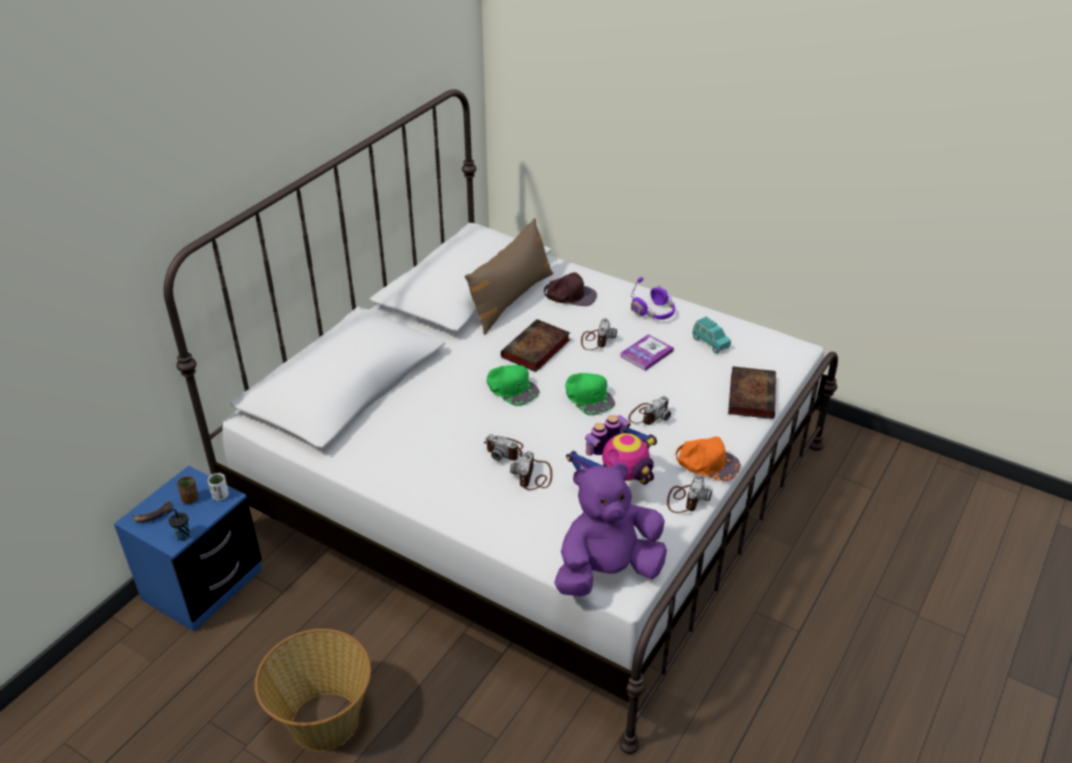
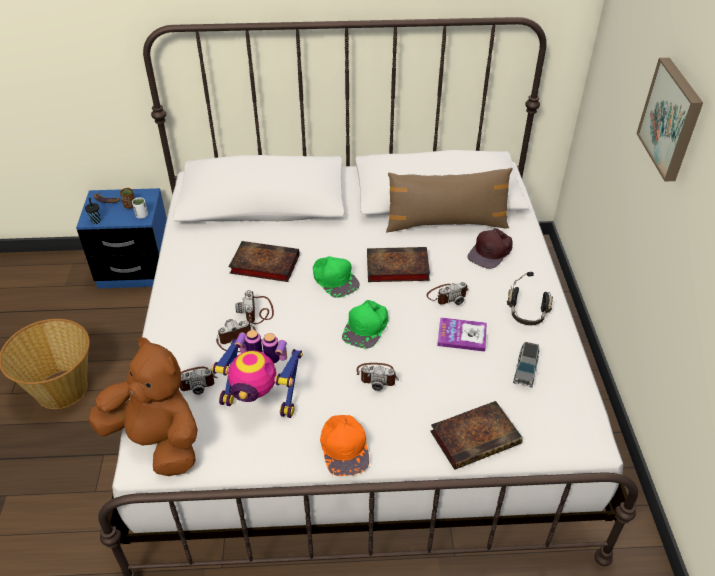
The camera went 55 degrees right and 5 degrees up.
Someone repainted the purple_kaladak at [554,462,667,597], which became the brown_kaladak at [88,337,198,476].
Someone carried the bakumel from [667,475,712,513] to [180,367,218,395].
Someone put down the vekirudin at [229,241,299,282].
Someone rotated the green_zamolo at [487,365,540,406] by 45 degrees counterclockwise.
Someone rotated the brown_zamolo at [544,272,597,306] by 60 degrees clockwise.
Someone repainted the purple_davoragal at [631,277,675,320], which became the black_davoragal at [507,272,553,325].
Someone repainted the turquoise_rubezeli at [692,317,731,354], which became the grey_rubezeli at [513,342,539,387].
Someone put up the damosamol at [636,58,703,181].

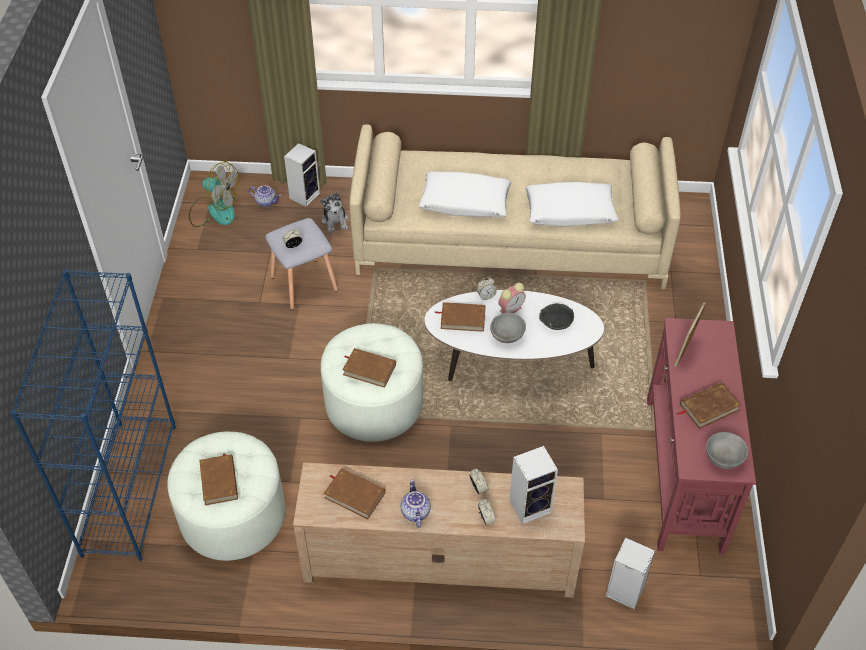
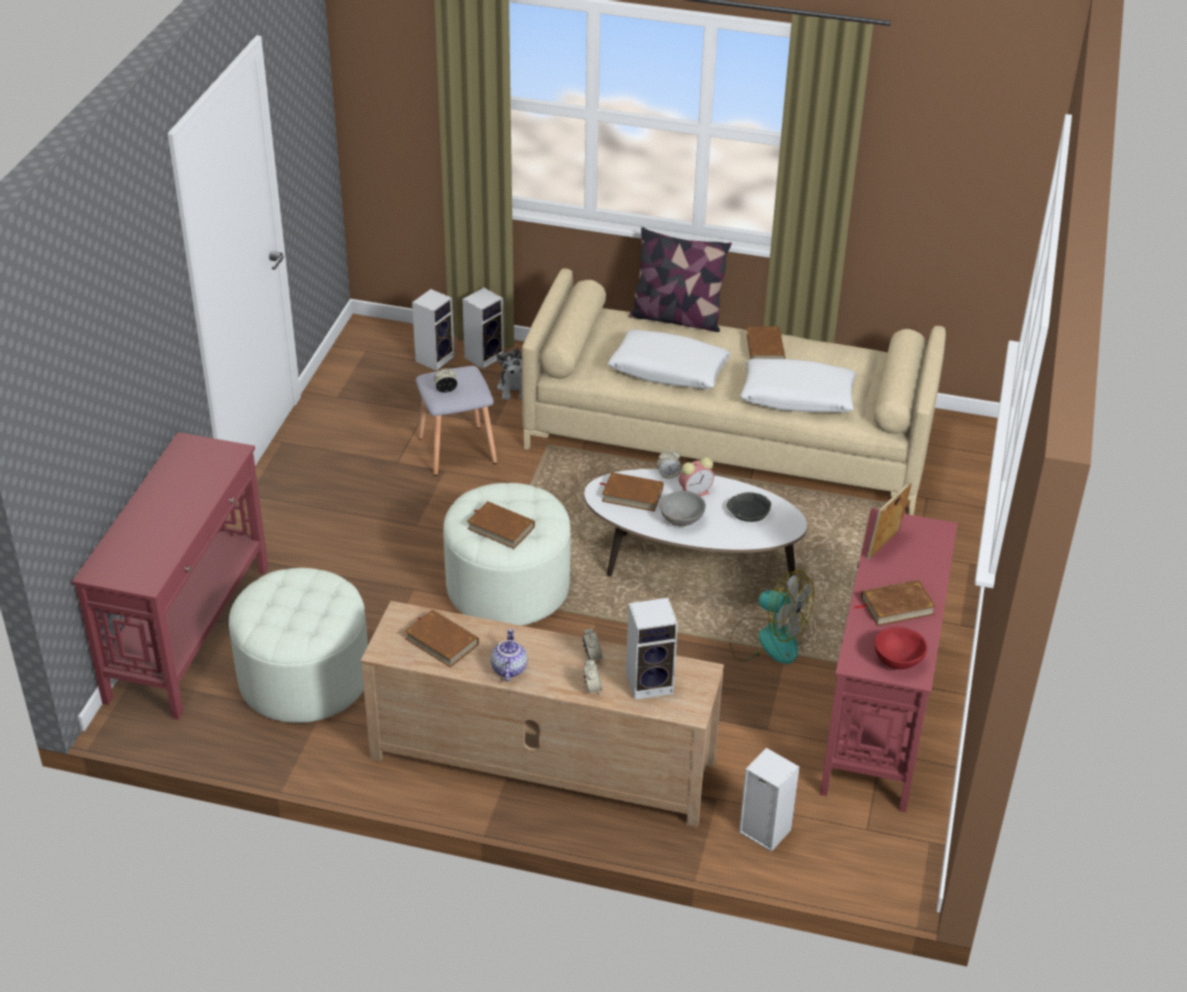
The camera went 10 degrees right and 10 degrees down.
Someone swapped the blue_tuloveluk at [10,270,176,561] for the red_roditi at [72,432,269,720].
Someone swapped the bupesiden at [249,185,281,207] for the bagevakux at [412,289,455,371].
Someone put down the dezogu at [628,227,732,332].
Someone carried the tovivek from [189,161,240,227] to [729,570,814,664].
Someone carried the brown_vekirudin from [199,453,238,505] to [746,327,785,359].
Someone repainted the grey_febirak at [706,432,748,469], which became the red_febirak at [874,627,927,669].

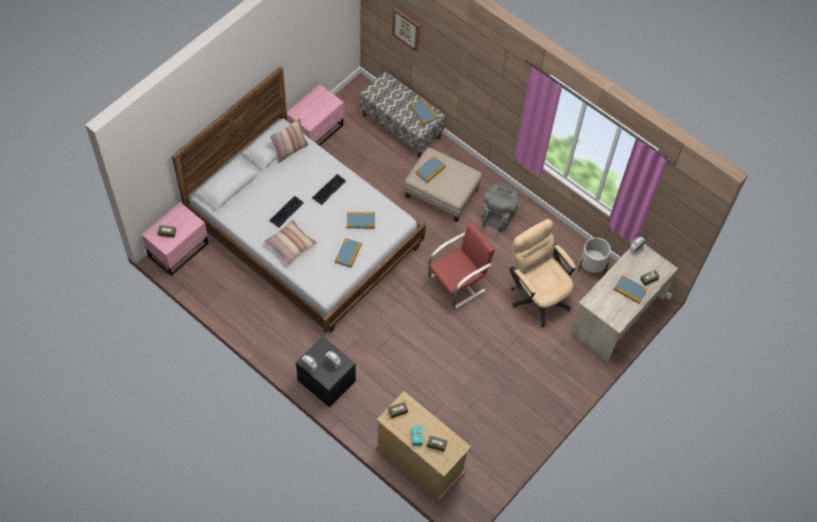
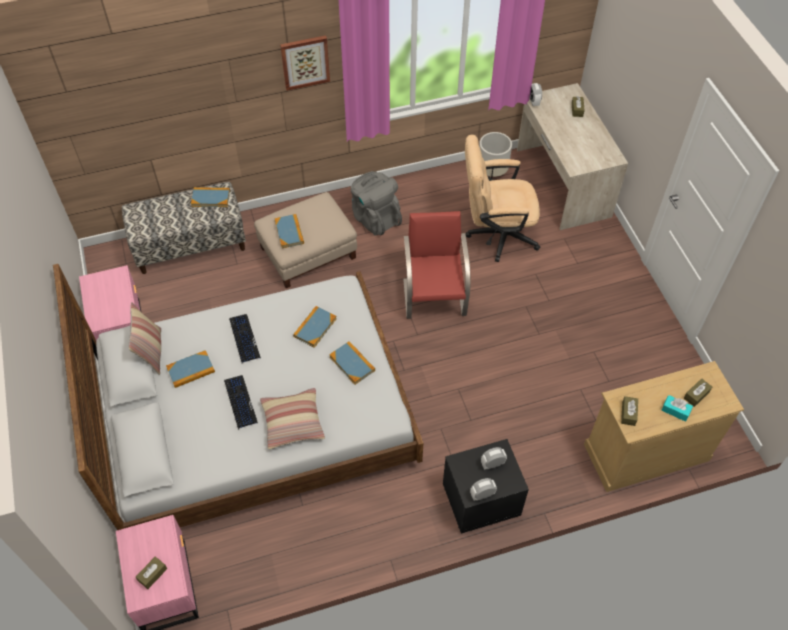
The camera went 55 degrees left and 5 degrees down.
Someone carried the vekirudin from [613,275,648,304] to [166,350,215,388].
Someone carried the damosamol from [392,8,420,52] to [280,35,330,91].

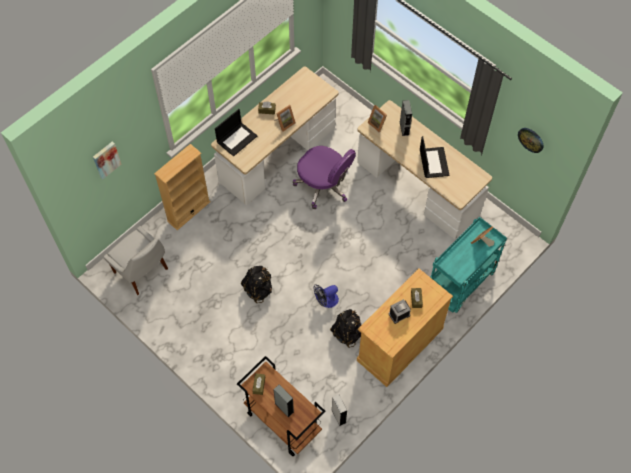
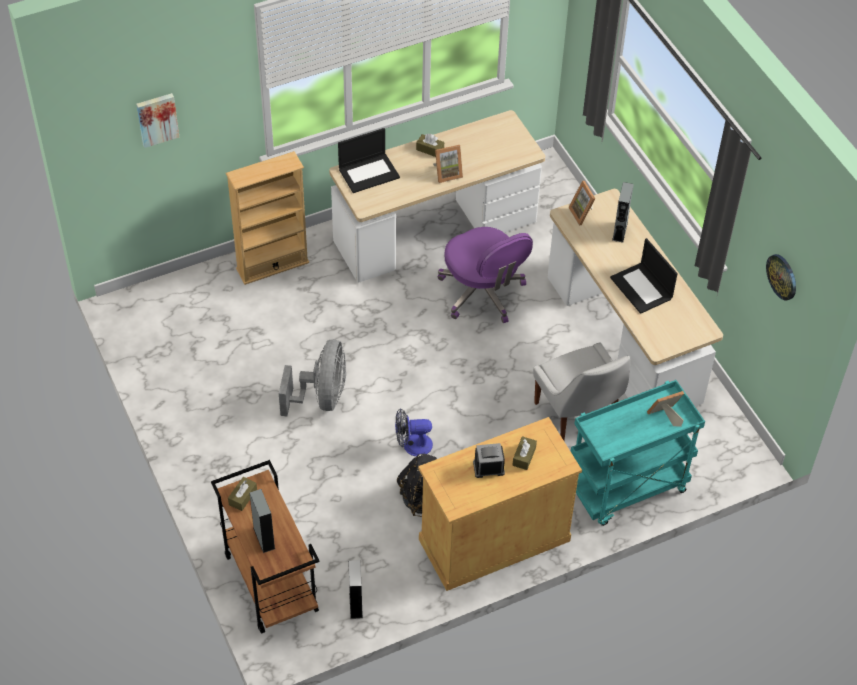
The camera went 20 degrees right and 10 degrees down.
Someone swapped the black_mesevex at [241,266,272,303] for the grey_tovivek at [279,339,346,416].
Someone carried the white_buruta from [104,226,168,295] to [533,343,630,440].
Someone rotated the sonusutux at [420,136,449,178] by 135 degrees clockwise.

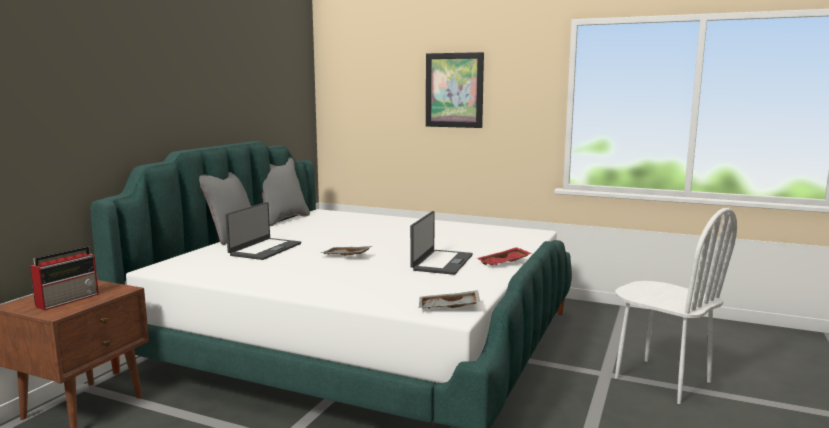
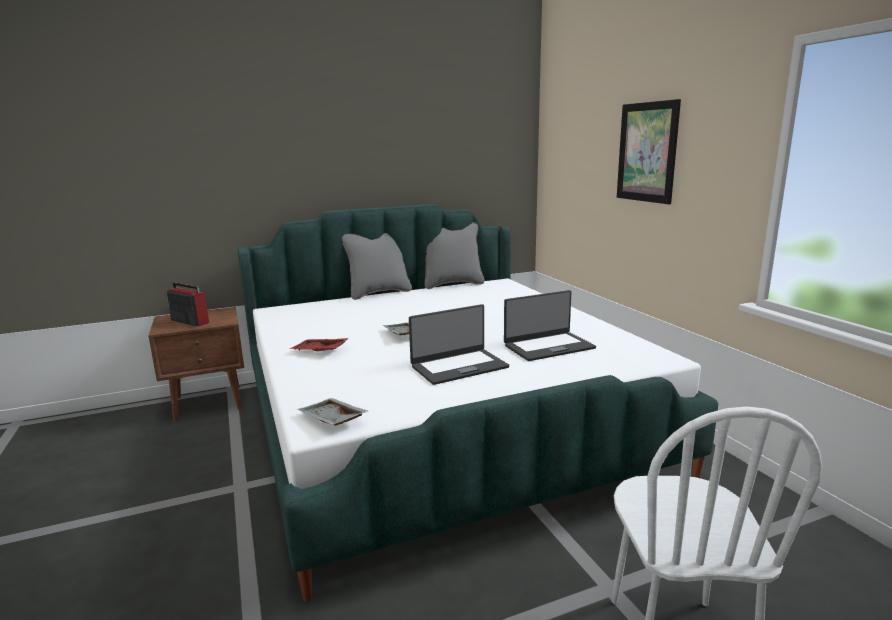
The camera went 45 degrees right and 5 degrees up.
Someone rotated the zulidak at [30,246,99,310] by 135 degrees counterclockwise.
Someone carried the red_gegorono from [476,247,532,265] to [289,338,349,351].
Someone carried the sonusutux from [225,202,301,260] to [504,290,596,361].

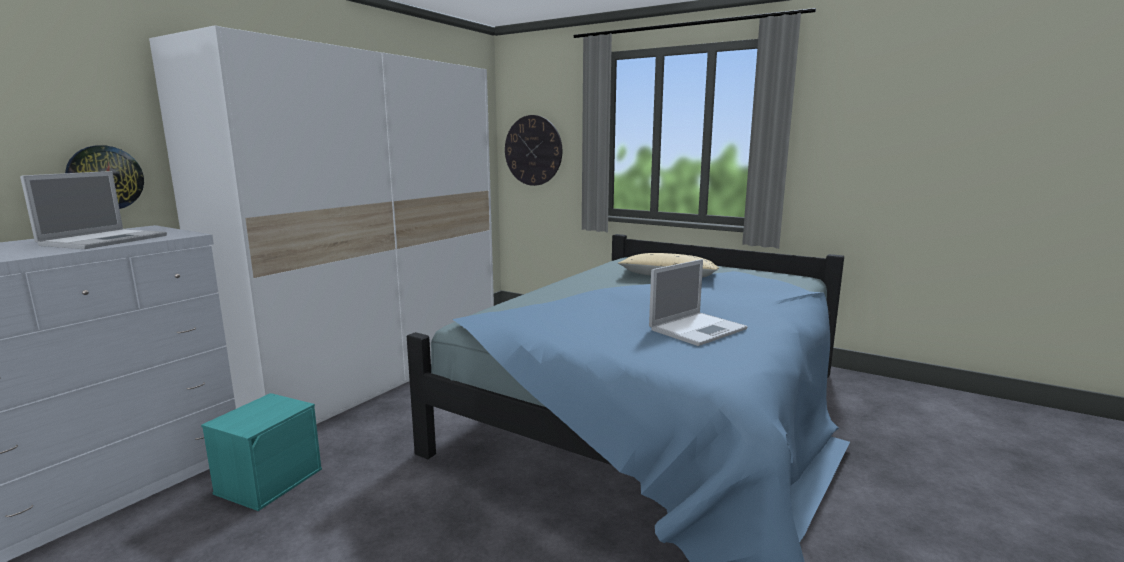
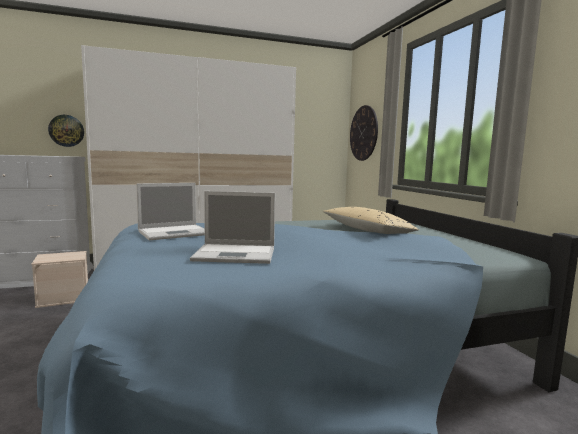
The camera went 40 degrees right and 5 degrees down.
Someone repainted the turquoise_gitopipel at [201,393,322,511], which became the beige_gitopipel at [31,251,88,308].
Someone carried the sonusutux from [20,171,167,249] to [136,183,205,240].

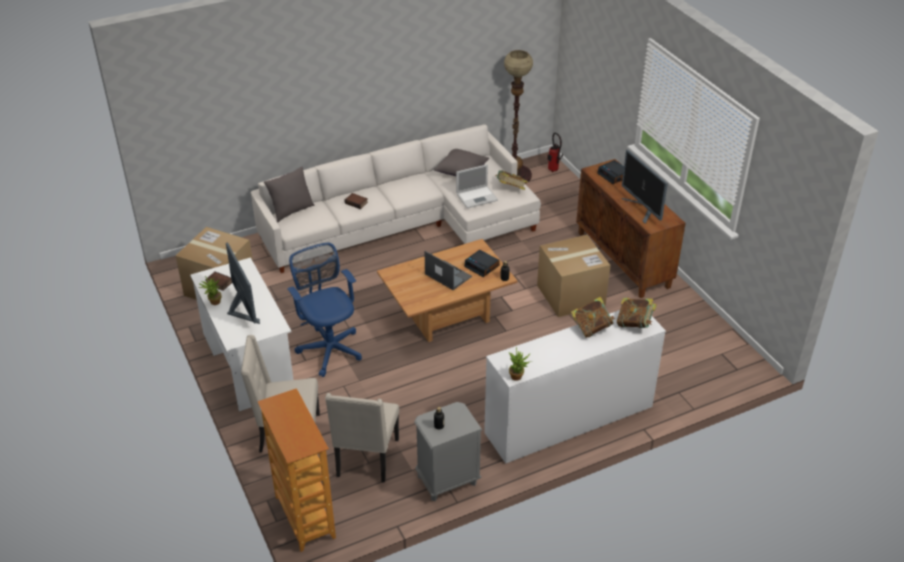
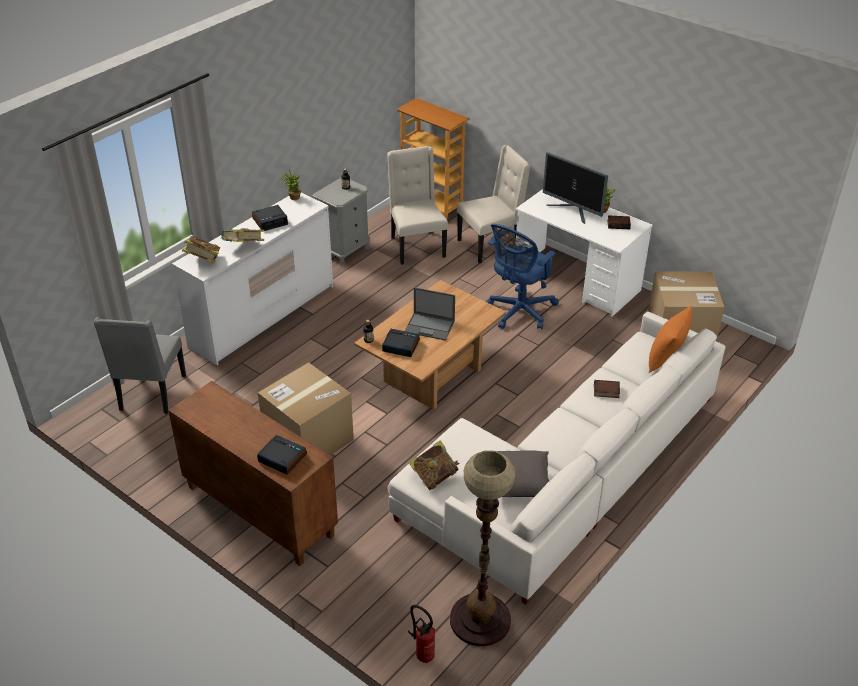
The camera went 155 degrees right and 0 degrees up.
Someone put down the grey_buruta at [94,317,186,414].
Someone put down the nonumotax at [252,205,288,231].
Someone rotated the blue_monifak at [287,243,362,377] by 90 degrees clockwise.
Someone repainted the grey_dezogu at [264,166,315,223], which became the orange_dezogu at [649,306,693,373].
Someone took away the sonusutux at [456,164,498,208].
Someone took away the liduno at [622,150,668,224].

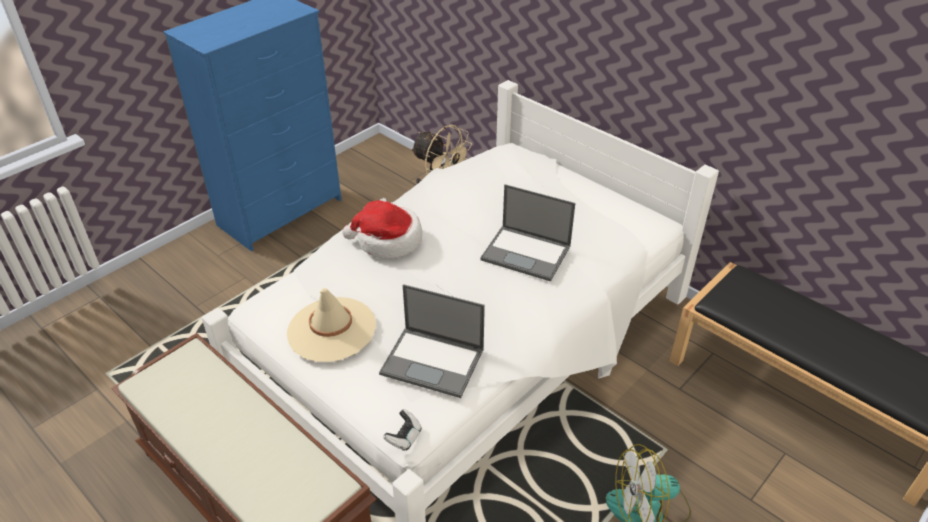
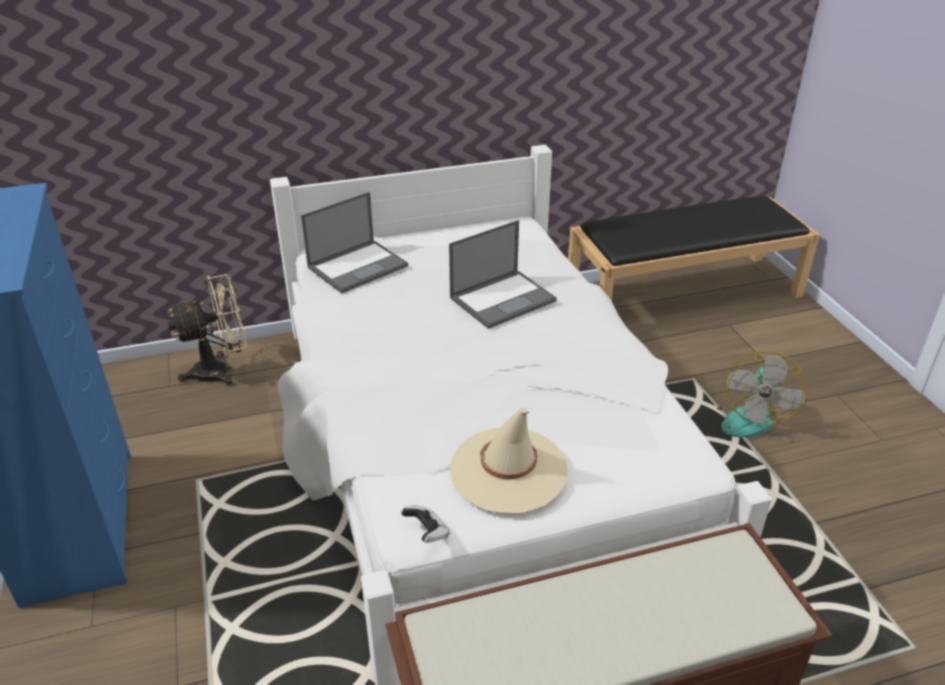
The camera went 60 degrees left and 5 degrees down.
Someone carried the sonusutux from [379,284,485,398] to [301,192,408,294].
Someone carried the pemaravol from [383,409,422,451] to [401,506,450,543].
Someone took away the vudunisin at [342,200,423,259].

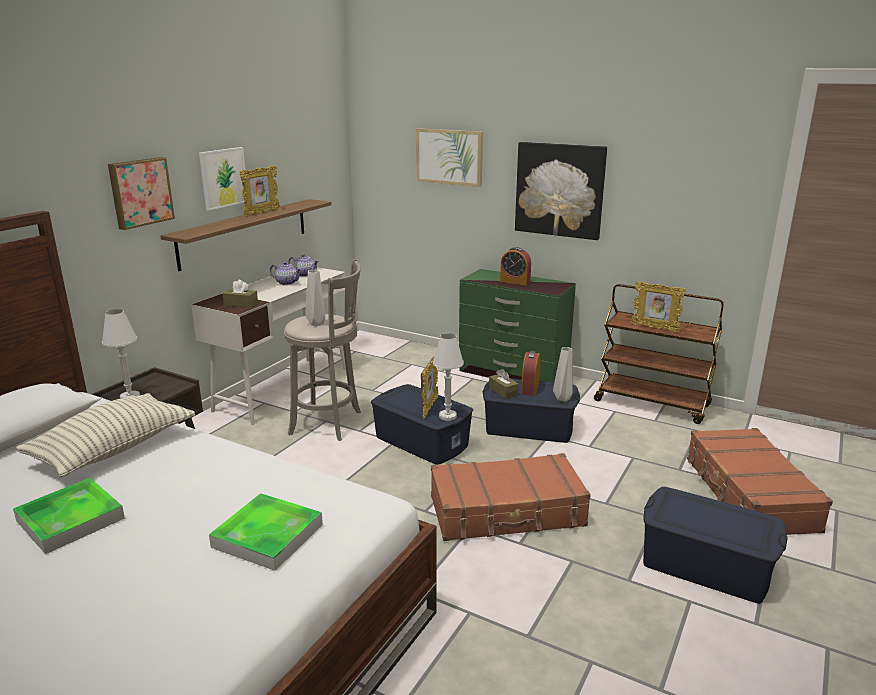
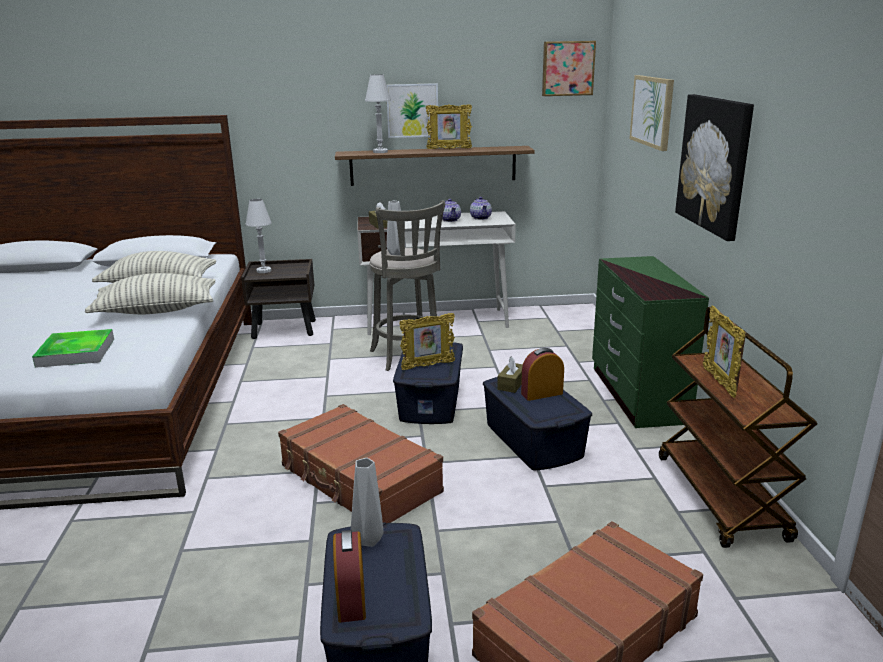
The camera went 55 degrees right and 0 degrees up.
Someone put down the dezogu at [85,273,215,314].
Someone carried the nonumotax from [500,247,531,285] to [333,530,366,622].
Someone carried the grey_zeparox from [553,347,573,402] to [351,458,384,547].
Someone carried the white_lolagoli from [433,333,464,421] to [365,75,391,153].
Someone carried the damosamol from [108,157,175,230] to [542,41,596,96].
Someone took away the gegorono at [13,478,125,554].

